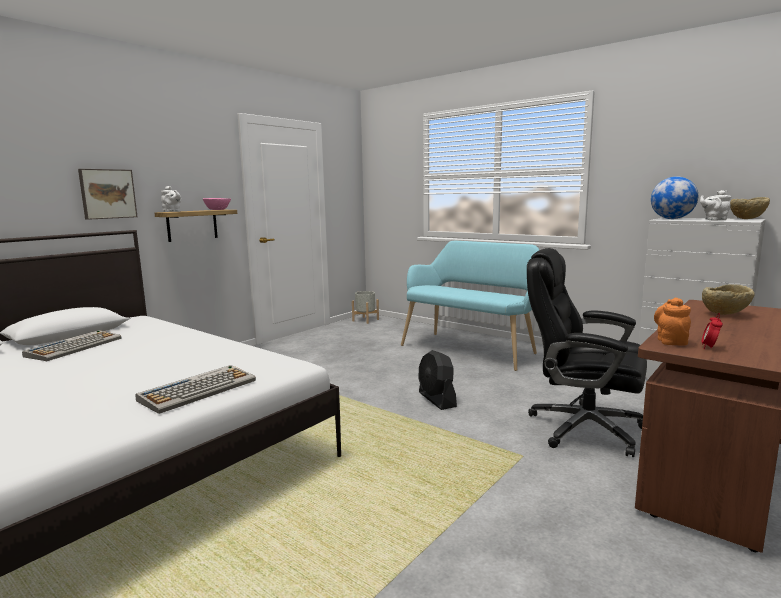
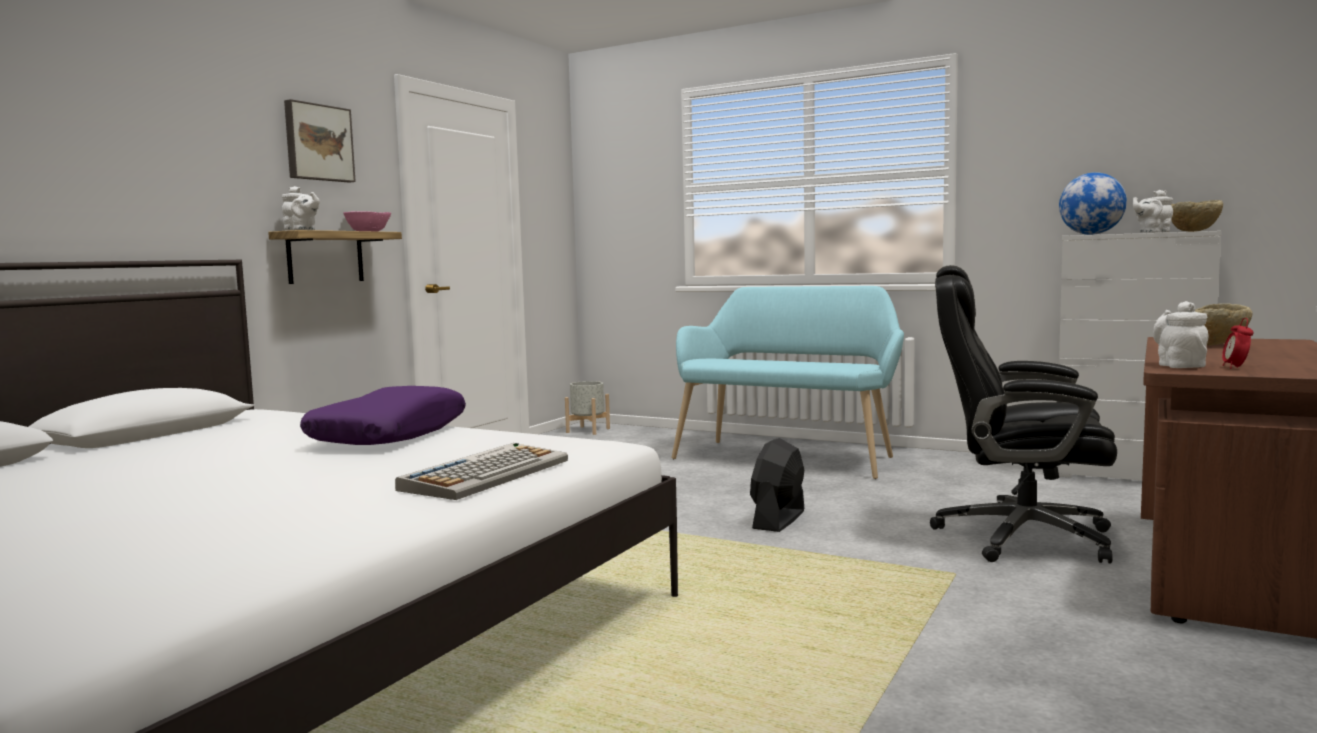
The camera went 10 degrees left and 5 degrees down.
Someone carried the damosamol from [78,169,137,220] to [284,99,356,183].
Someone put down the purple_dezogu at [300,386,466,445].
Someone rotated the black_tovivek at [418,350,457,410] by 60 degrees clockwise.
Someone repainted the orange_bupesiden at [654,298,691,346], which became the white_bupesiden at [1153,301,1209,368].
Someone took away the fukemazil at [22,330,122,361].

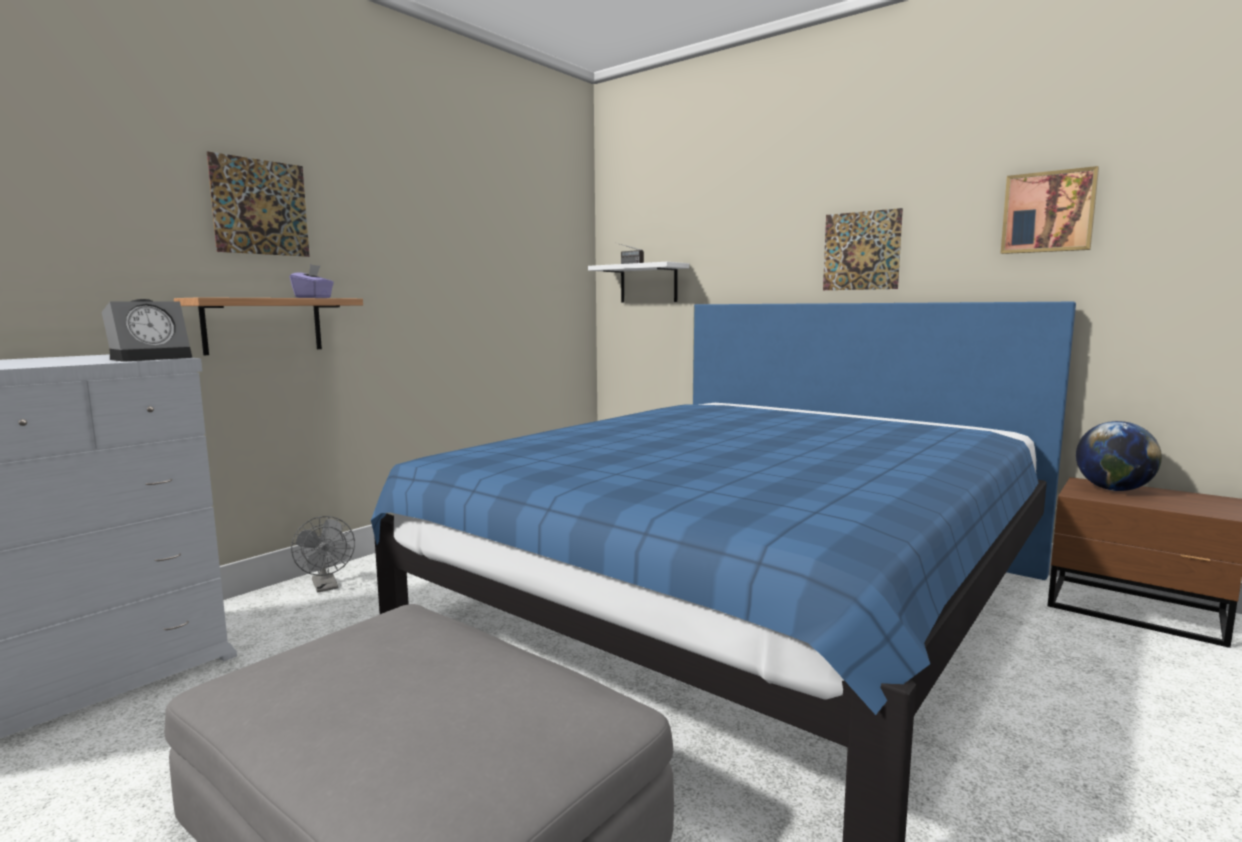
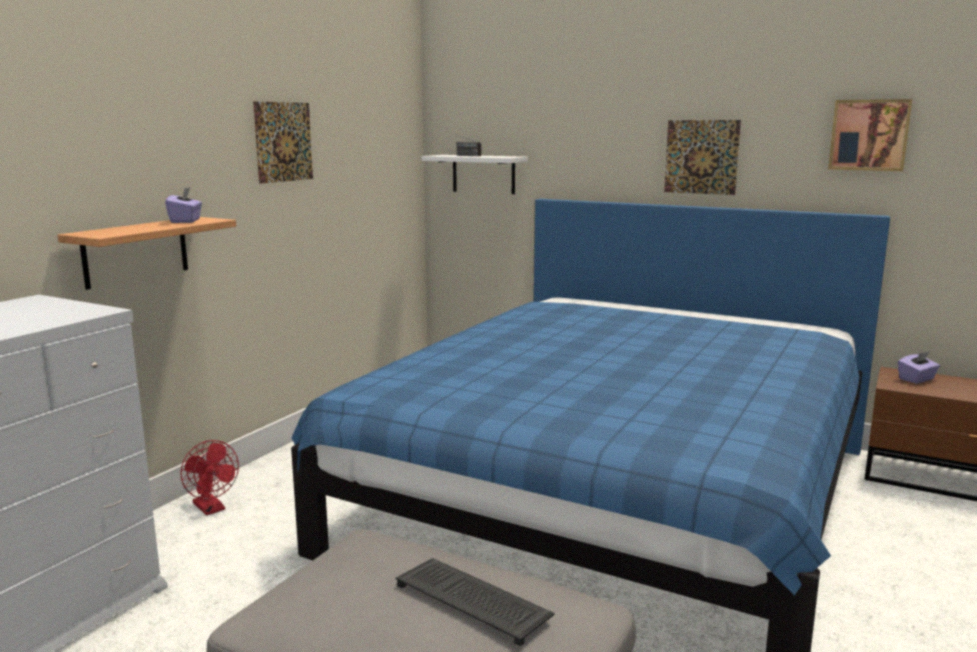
The camera went 10 degrees left and 5 degrees up.
Someone repainted the grey_tovivek at [291,516,355,592], which became the red_tovivek at [180,440,239,515].
Someone carried the damosamol from [207,151,310,257] to [253,101,313,184].
Someone put down the fukemazil at [396,558,555,646].
Someone swapped the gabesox at [1076,421,1162,491] for the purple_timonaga at [898,351,940,384].
Someone took away the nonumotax at [102,299,192,362].

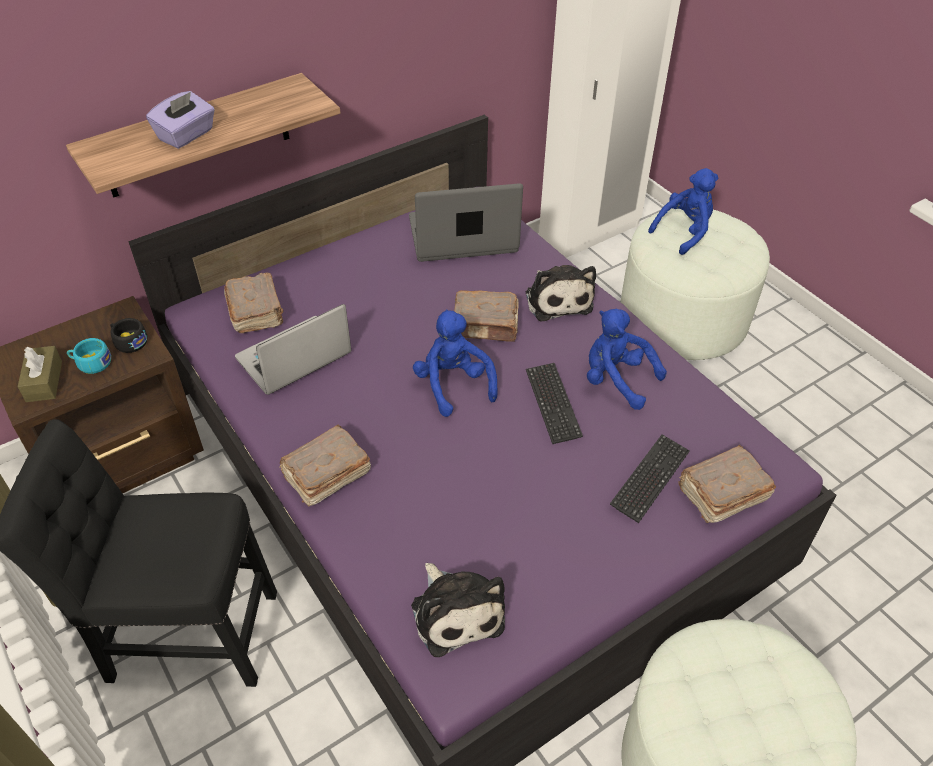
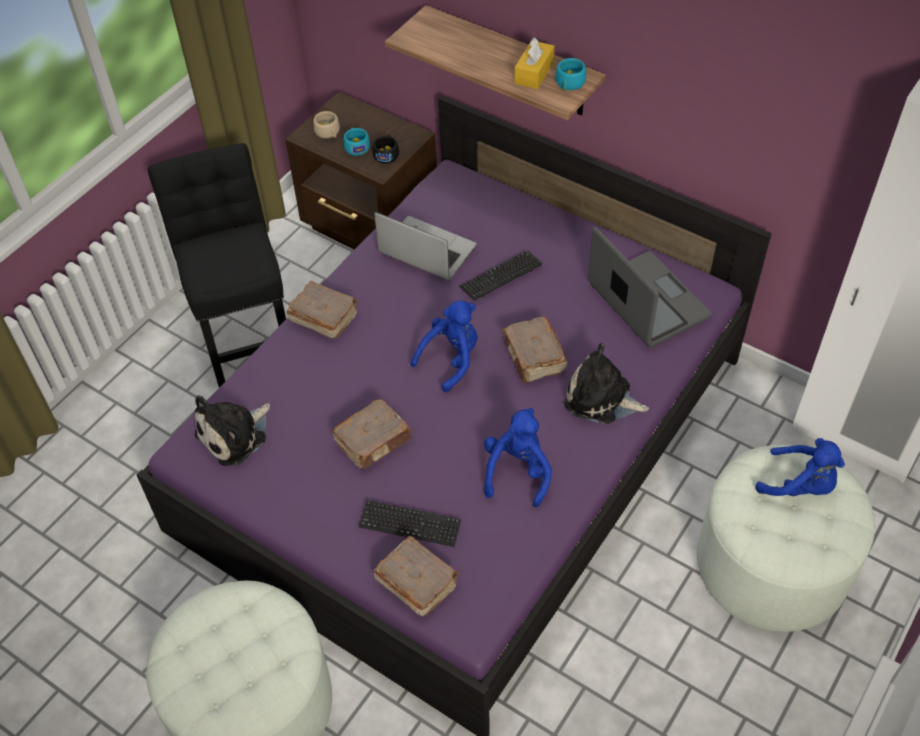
The camera went 70 degrees right and 5 degrees up.
Someone swapped the brown_timonaga at [18,346,62,402] for the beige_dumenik at [313,111,340,138].
Someone carried the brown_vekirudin from [224,272,283,333] to [332,399,412,469].
Someone carried the fukemazil from [526,363,583,444] to [459,250,543,300].
Someone put down the yellow_timonaga at [514,37,555,89].
Someone put down the turquoise_dumenik at [555,58,586,91].
Someone rotated the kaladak at [525,265,596,322] by 60 degrees clockwise.
Someone took away the purple_timonaga at [146,91,215,149].

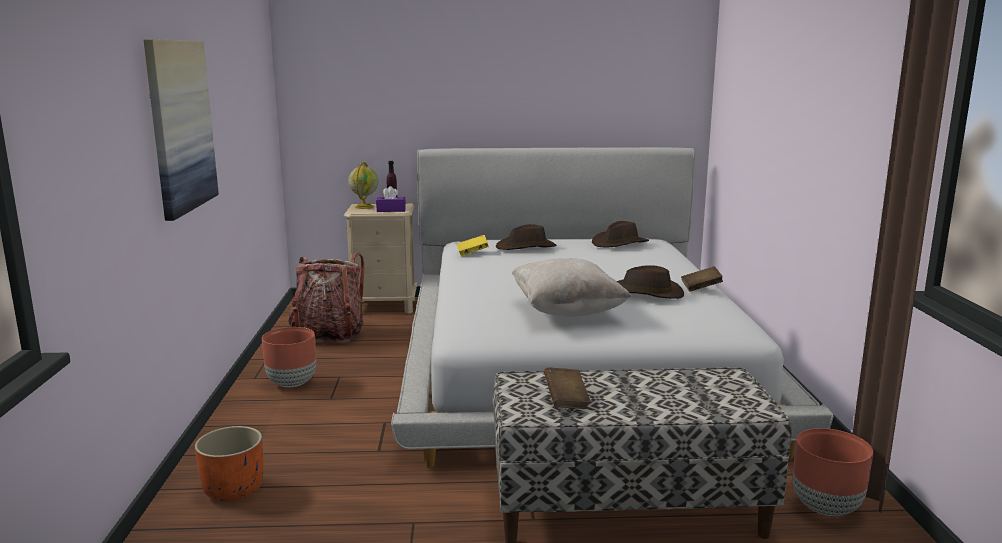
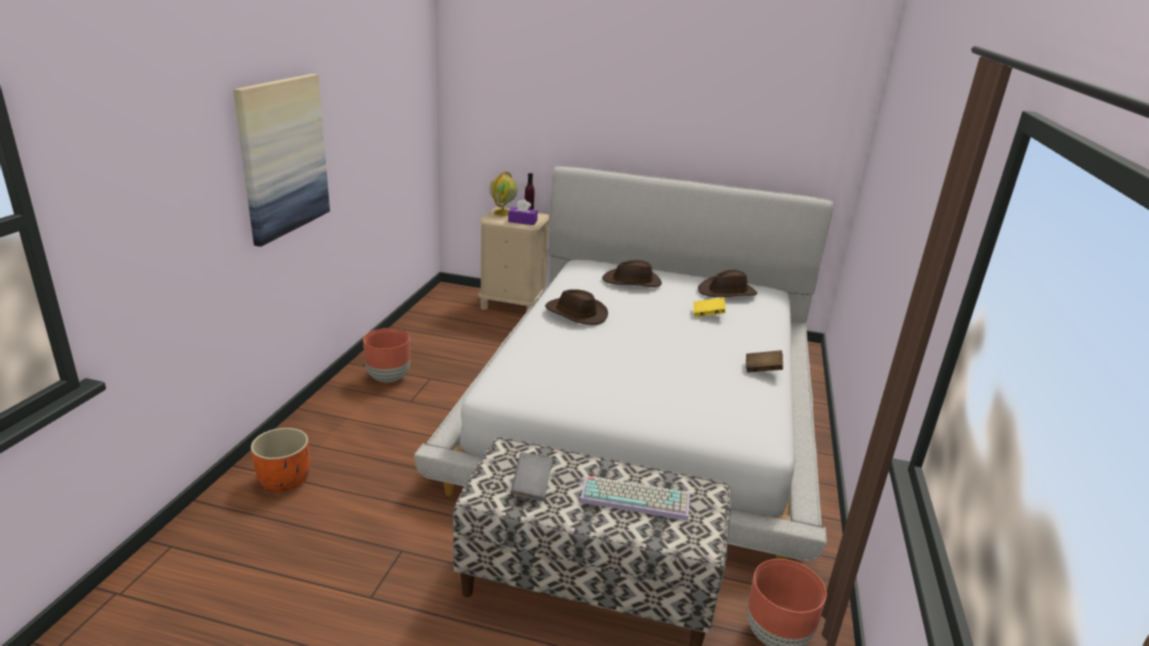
The camera went 15 degrees right and 10 degrees up.
Someone repainted the brown_vekirudin at [544,367,590,409], which became the grey_vekirudin at [510,452,553,501].
Someone carried the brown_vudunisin from [617,265,684,299] to [545,289,608,325].
Someone put down the fukemazil at [580,476,690,521].
Someone carried the yellow_vekirudin from [457,235,489,256] to [693,297,726,317].
Someone took away the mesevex at [288,252,364,343].
Someone took away the beige_dezogu at [512,258,631,317].

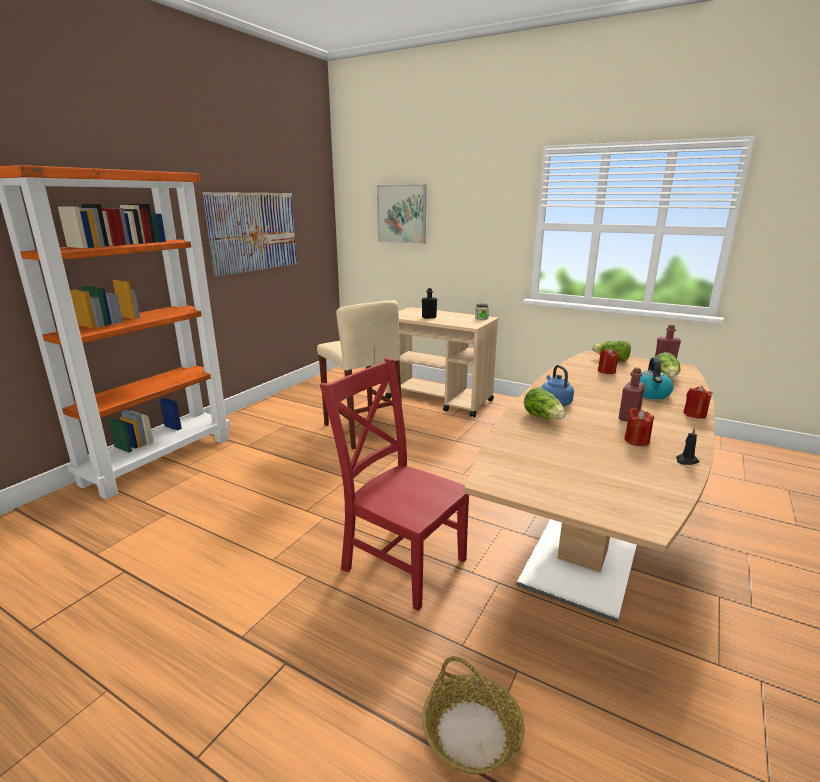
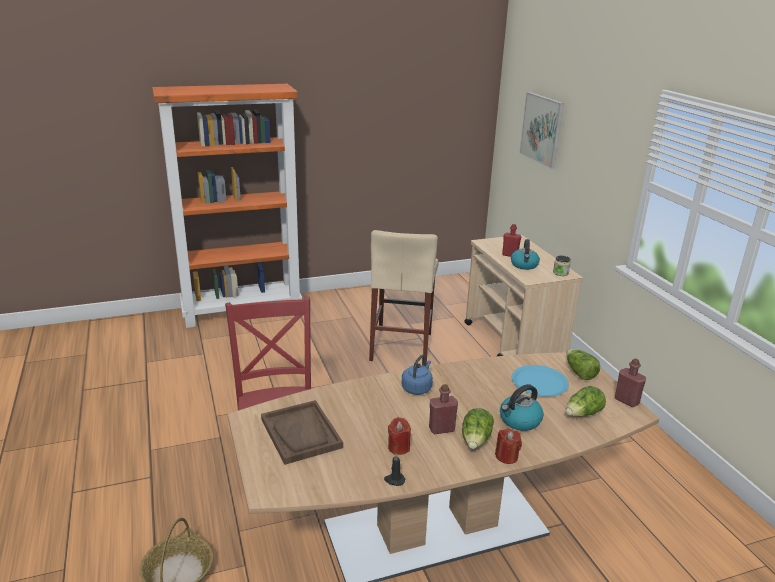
The camera went 40 degrees right and 5 degrees up.
Someone put down the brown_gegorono at [261,400,343,465].
Someone carried the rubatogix from [524,387,565,419] to [462,408,494,449].
Someone repainted the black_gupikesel at [422,288,437,319], which became the red_gupikesel at [502,224,521,257].
Someone put down the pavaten at [511,239,540,270].
Someone swapped the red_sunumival at [598,348,619,374] for the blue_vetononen at [512,365,569,397].
Someone took away the damosamol at [203,192,297,276].

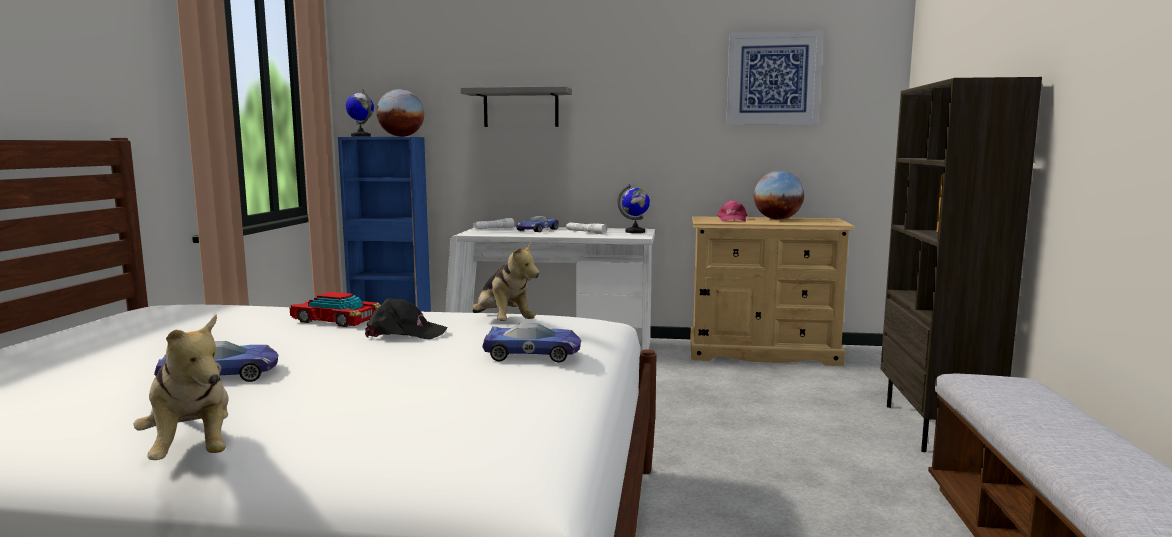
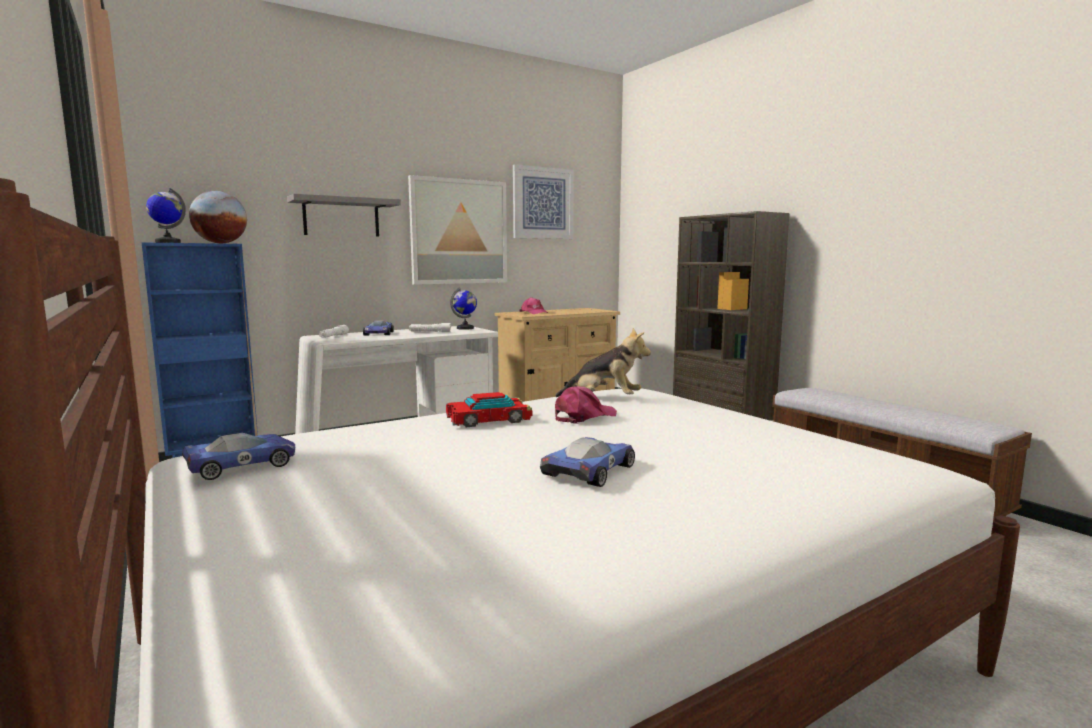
The camera went 40 degrees left and 0 degrees up.
Someone carried the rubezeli from [482,323,581,363] to [182,433,295,480].
Someone put up the damosamol at [408,175,507,285].
Someone repainted the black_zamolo at [365,298,447,339], which became the pink_zamolo at [555,386,617,424].
Someone took away the kaladak at [133,314,229,460].
Someone took away the gabesox at [754,171,804,220].

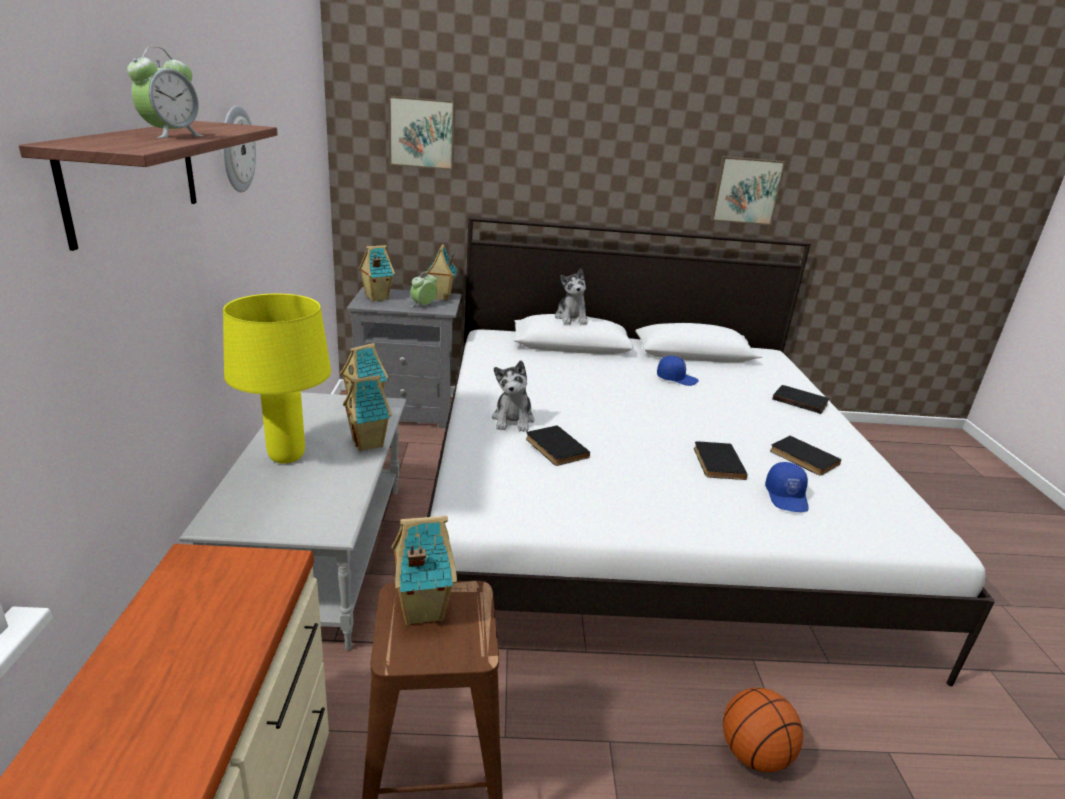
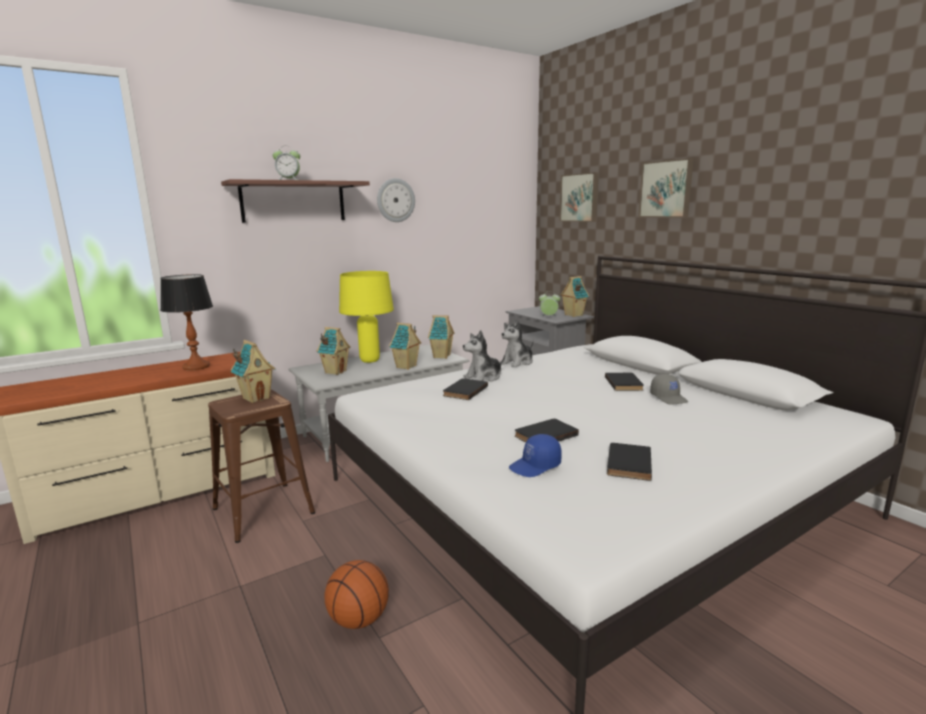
The camera went 60 degrees right and 10 degrees down.
Someone put down the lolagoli at [160,274,213,370].
Someone carried the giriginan from [359,245,395,302] to [317,327,351,375].
Someone carried the kaladak from [555,269,587,324] to [500,319,533,367].
Someone carried the black_vekirudin from [772,385,829,414] to [605,373,644,391].
Someone carried the damosamol from [710,156,786,225] to [638,158,694,217].
Someone repainted the blue_zamolo at [657,356,699,386], which became the grey_zamolo at [650,374,688,404].

